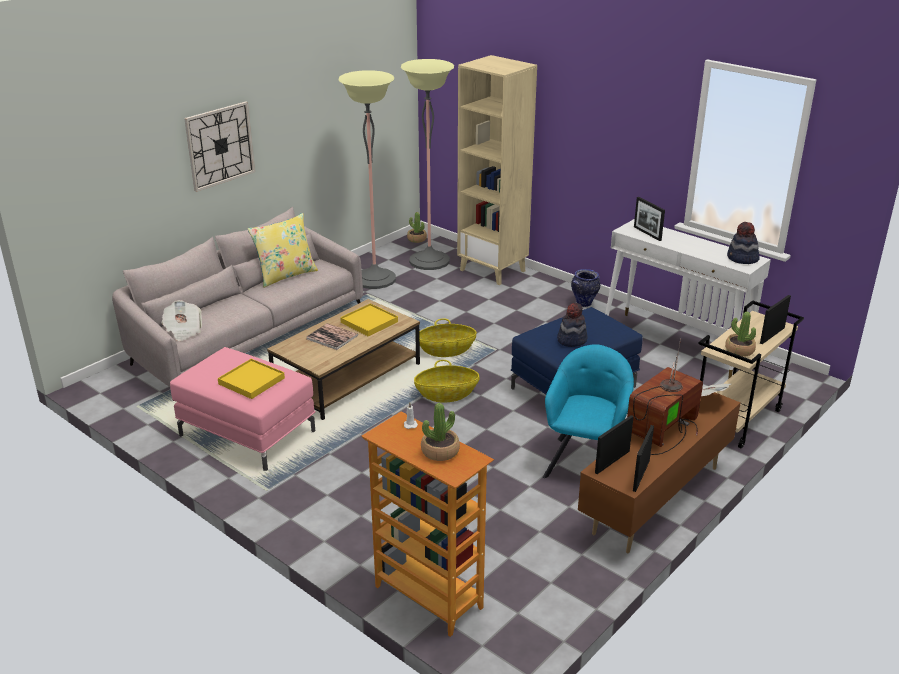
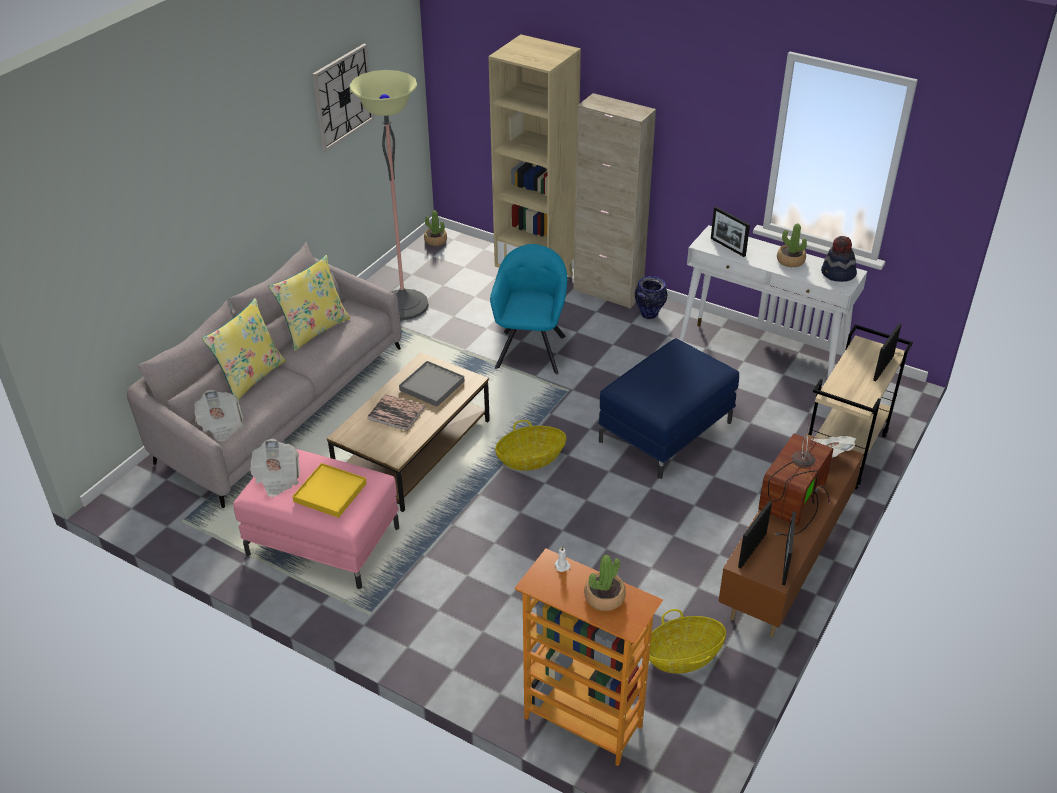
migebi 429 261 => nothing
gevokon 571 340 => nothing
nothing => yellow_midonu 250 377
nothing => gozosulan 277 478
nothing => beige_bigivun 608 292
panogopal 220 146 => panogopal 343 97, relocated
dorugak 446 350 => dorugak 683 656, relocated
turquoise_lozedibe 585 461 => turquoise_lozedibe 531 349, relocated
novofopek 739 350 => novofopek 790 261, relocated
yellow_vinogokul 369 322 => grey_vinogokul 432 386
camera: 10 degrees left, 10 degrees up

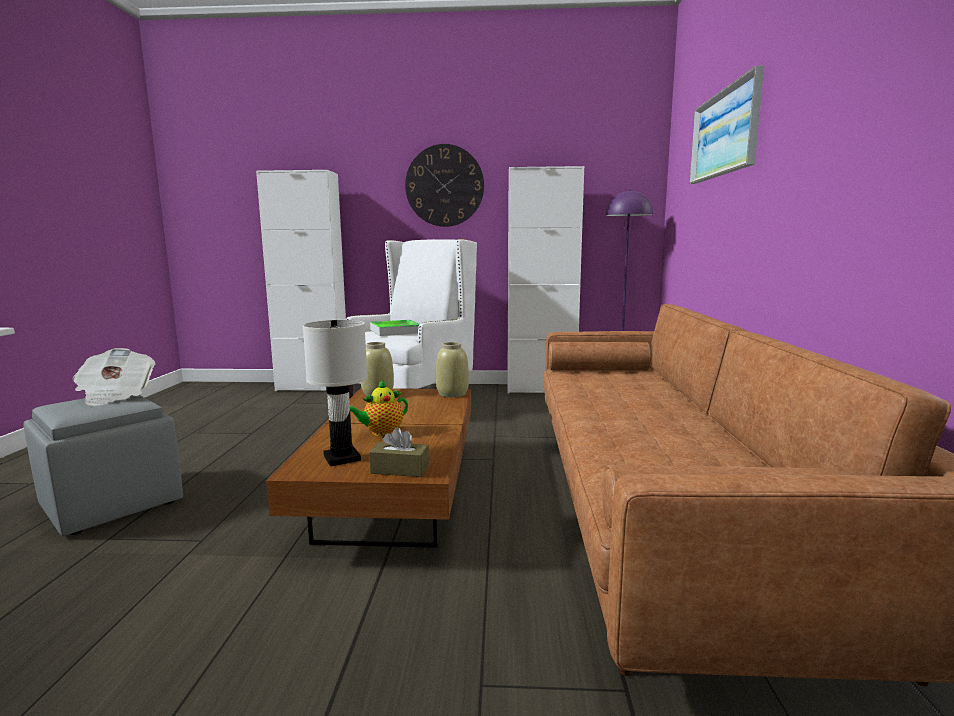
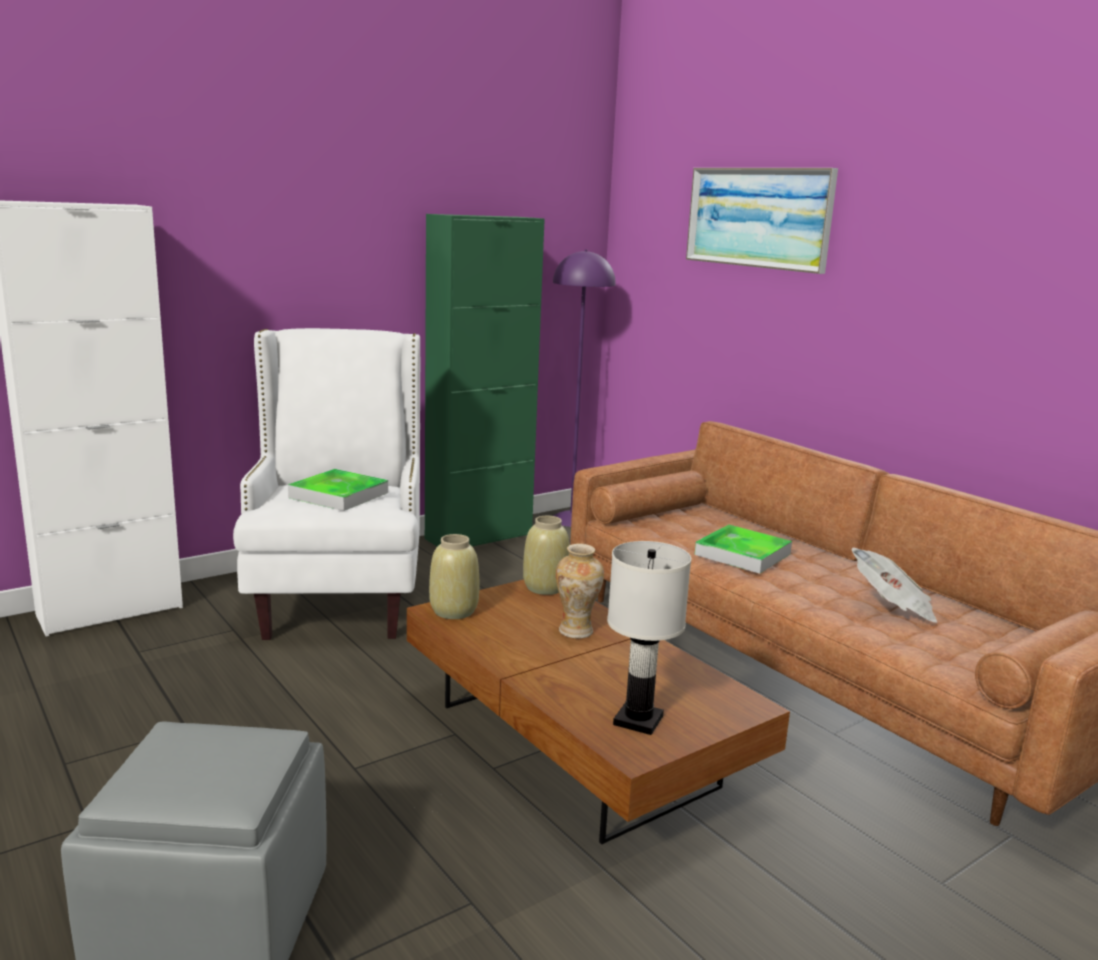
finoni 381 432 => nothing
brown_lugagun 400 469 => nothing
panogopal 444 186 => nothing
nothing => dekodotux 576 631
nothing => vinogokul 742 554
gozosulan 115 395 => gozosulan 892 607, relocated
white_bigivun 541 389 => green_bigivun 478 537
camera: 40 degrees left, 5 degrees up

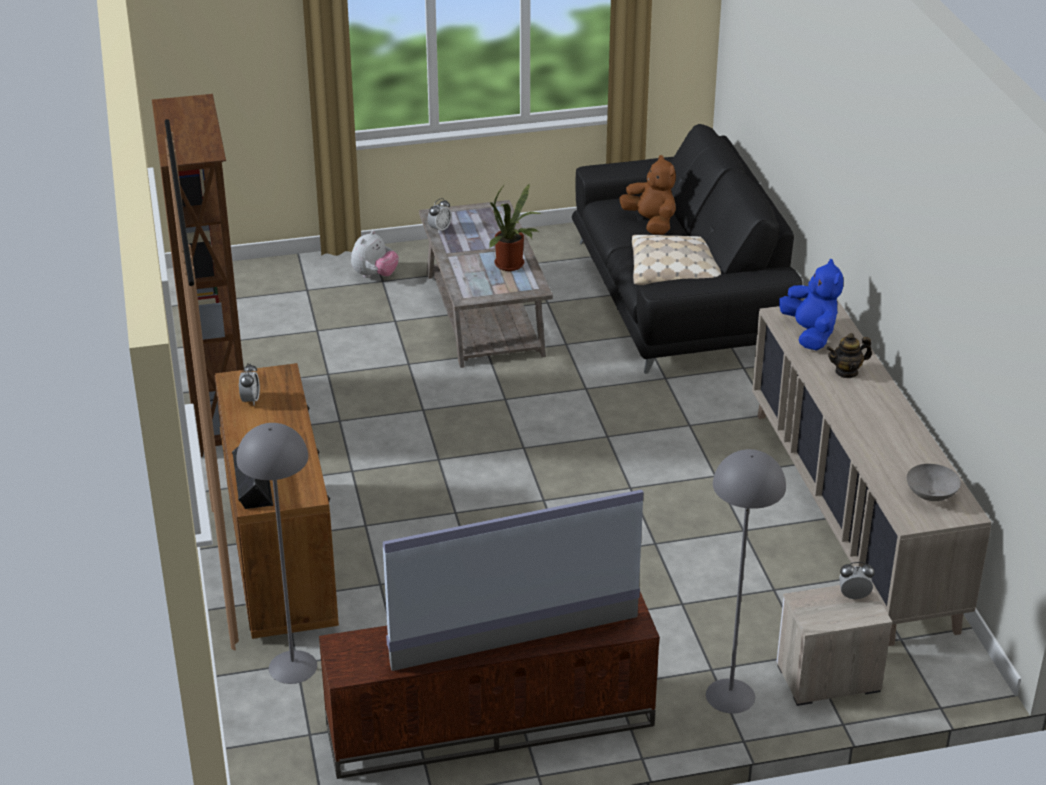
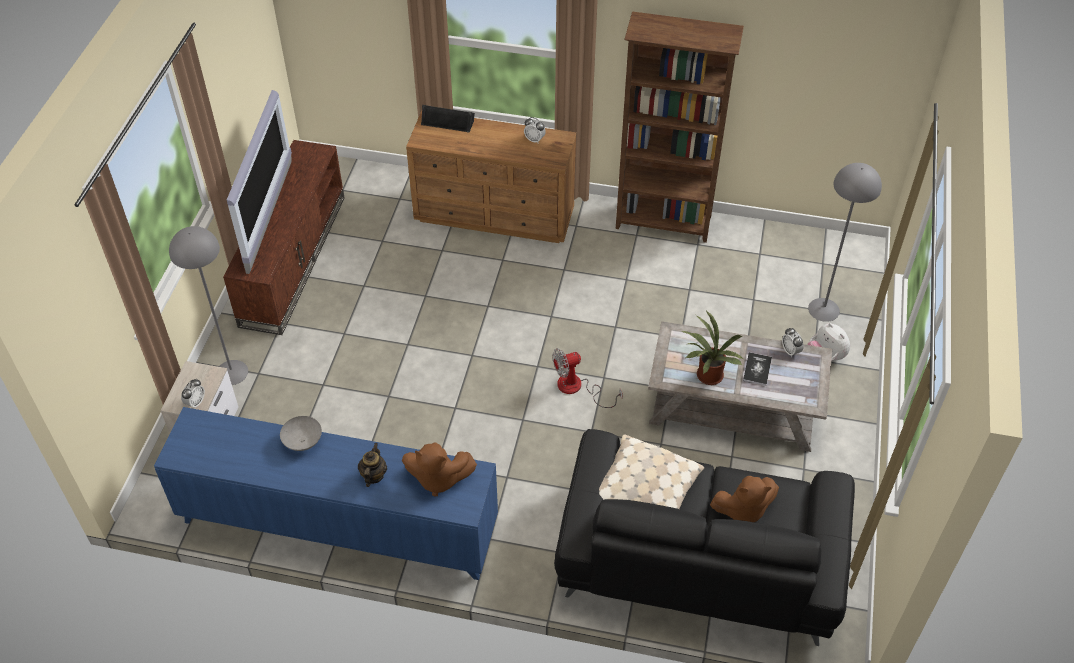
nothing => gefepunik 577 388
nothing => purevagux 757 369
grey_migebi 292 666 => grey_migebi 824 309, relocated
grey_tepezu 930 495 => grey_tepezu 303 441, relocated
beige_bigivun 852 516 => blue_bigivun 339 526
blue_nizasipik 810 334 => brown_nizasipik 438 479
camera: 115 degrees right, 15 degrees up

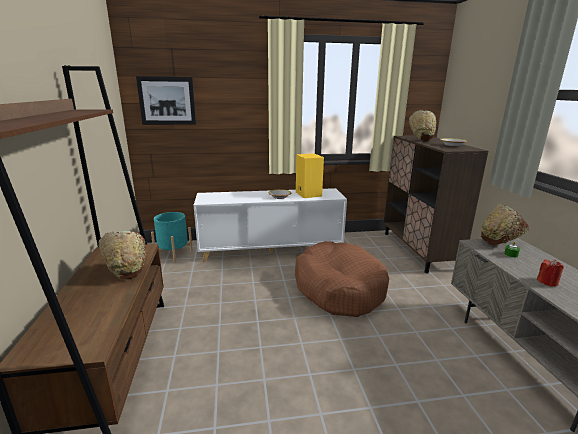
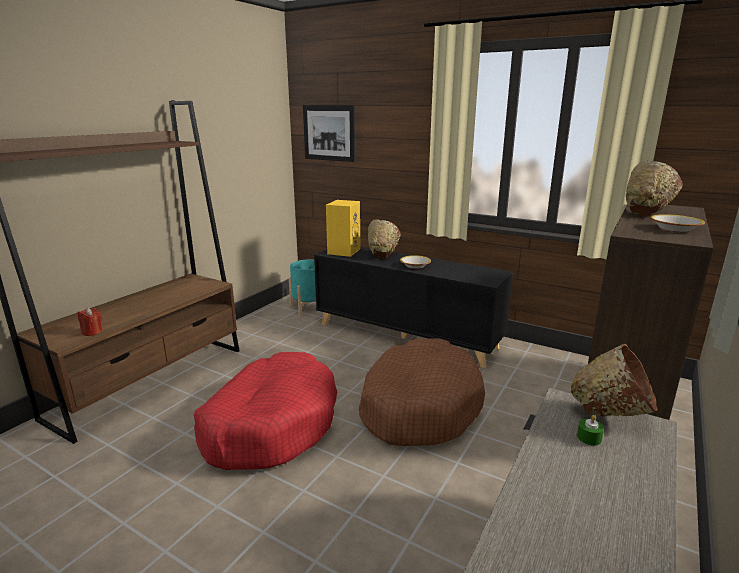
nothing => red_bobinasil 270 424
brown_tepezu 127 273 => brown_tepezu 382 255, relocated
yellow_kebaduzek 307 194 => yellow_kebaduzek 343 251, relocated
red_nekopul 547 282 => red_nekopul 92 332, relocated
white_bigivun 271 250 => black_bigivun 406 335
camera: 40 degrees right, 0 degrees up

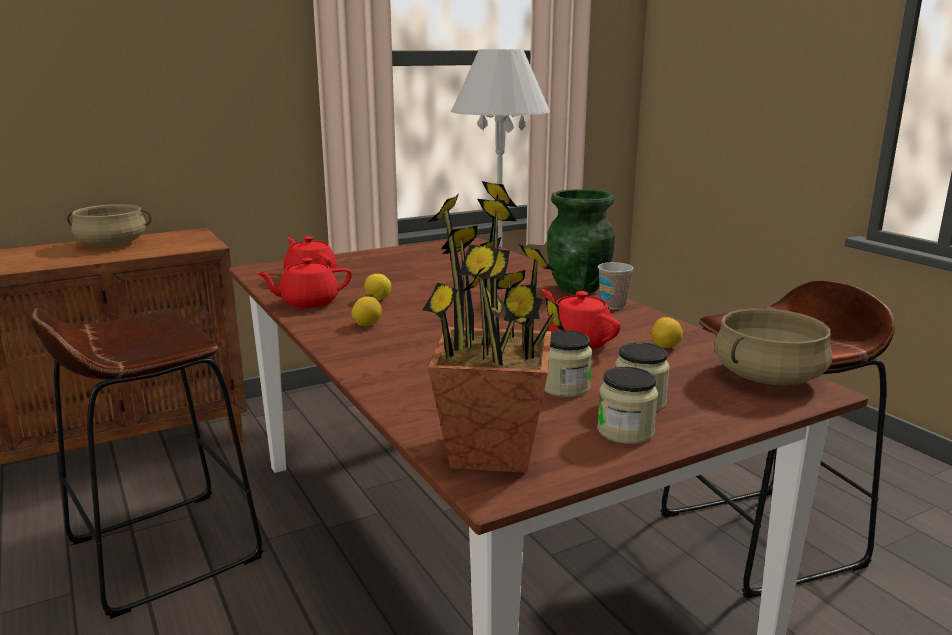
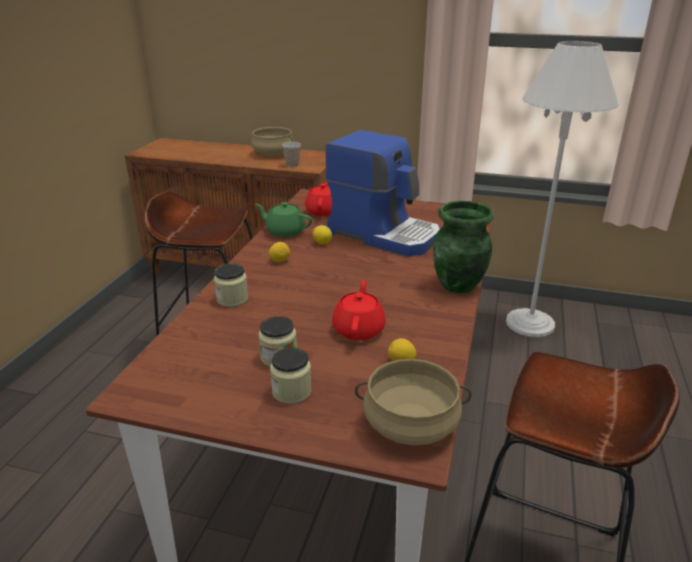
novofopek 493 451 => nothing
nothing => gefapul 384 234
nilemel 625 431 => nilemel 232 299, relocated
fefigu 613 306 => fefigu 292 165, relocated
red_finoni 308 302 => green_finoni 285 231
camera: 45 degrees right, 10 degrees up

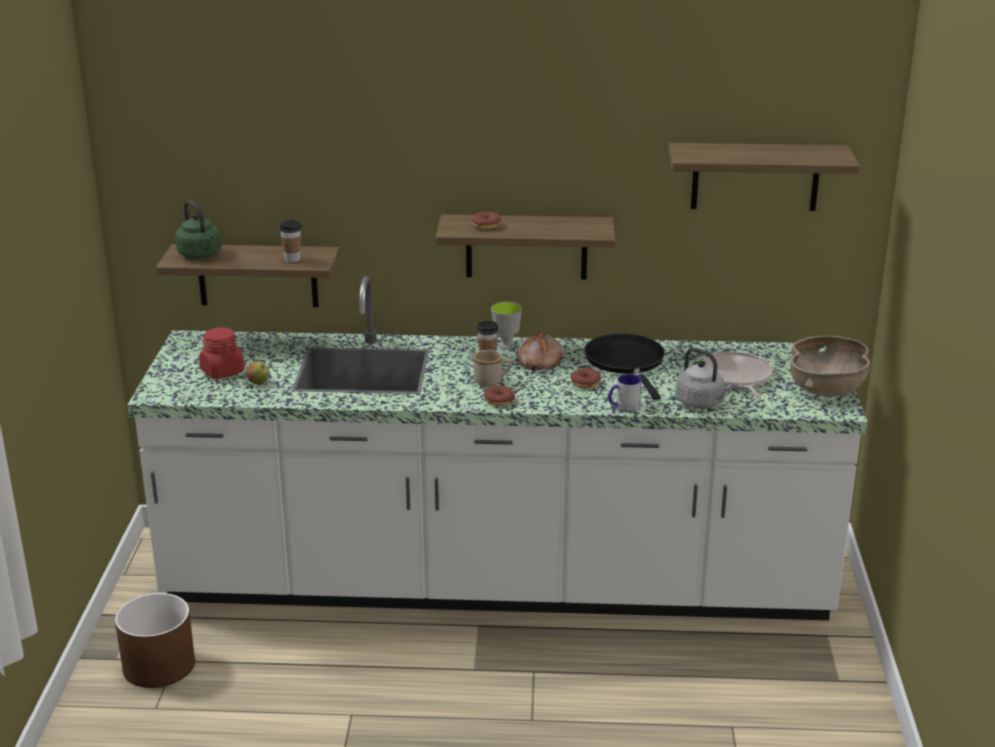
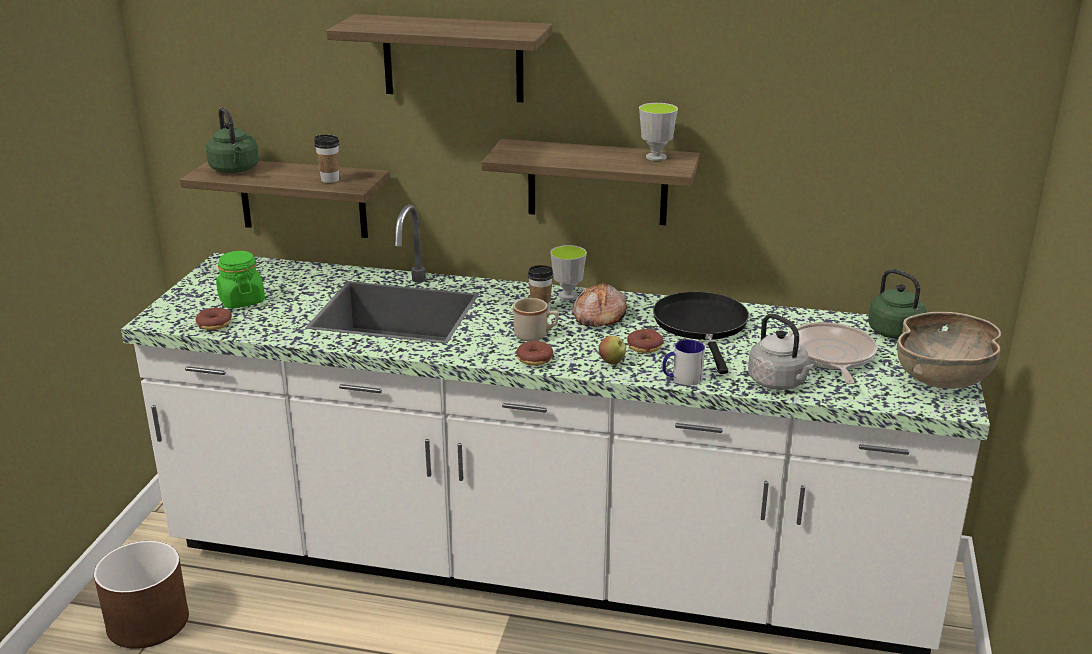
nothing => fefigu 656 157
nothing => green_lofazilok 897 333
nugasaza 258 383 => nugasaza 612 362, relocated
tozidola 485 225 => tozidola 214 324, relocated
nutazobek 755 176 => nutazobek 453 58, relocated
red_nilemel 222 371 => green_nilemel 241 300
camera: 10 degrees right, 0 degrees up

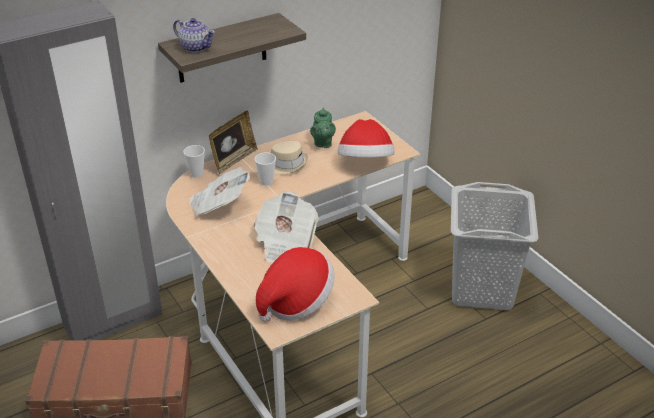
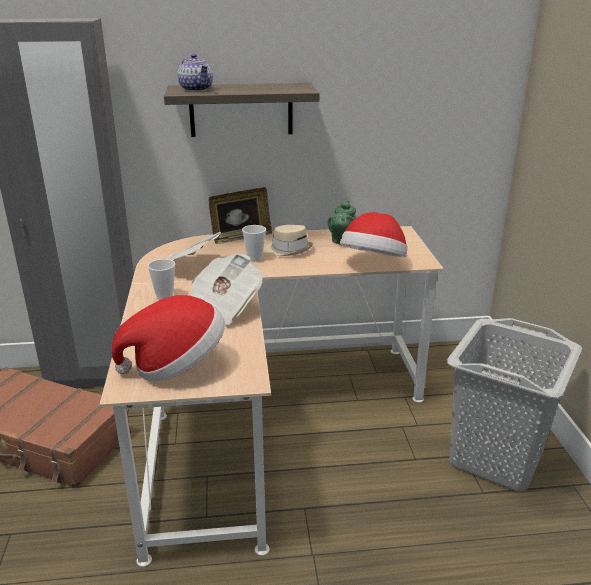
fefigu 196 174 => fefigu 164 297, relocated
camera: 25 degrees right, 10 degrees down

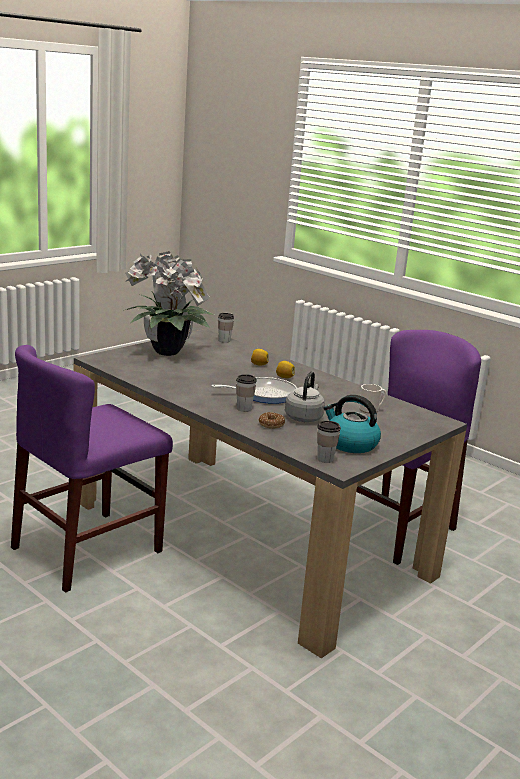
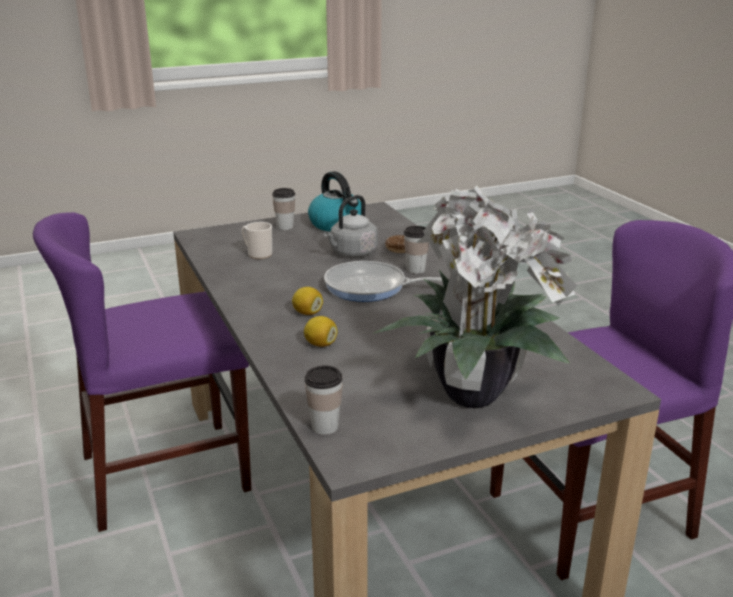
fefigu 325 459 => fefigu 285 227, relocated
camera: 155 degrees left, 5 degrees up

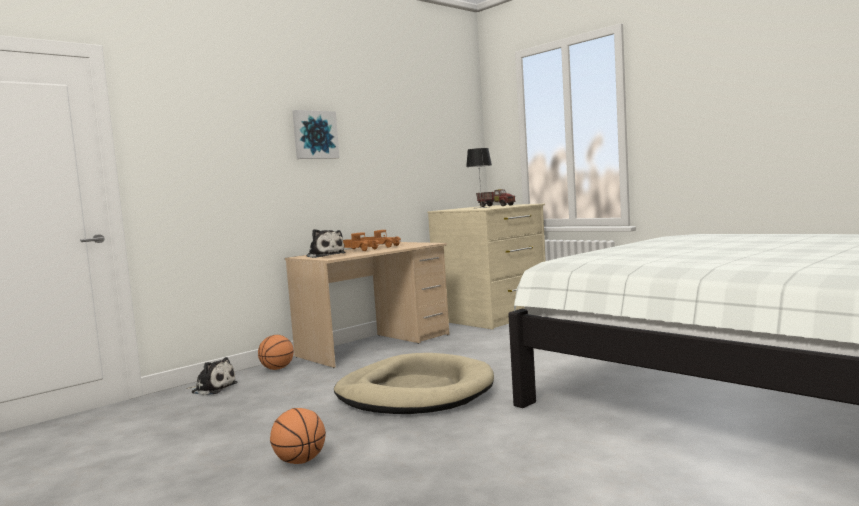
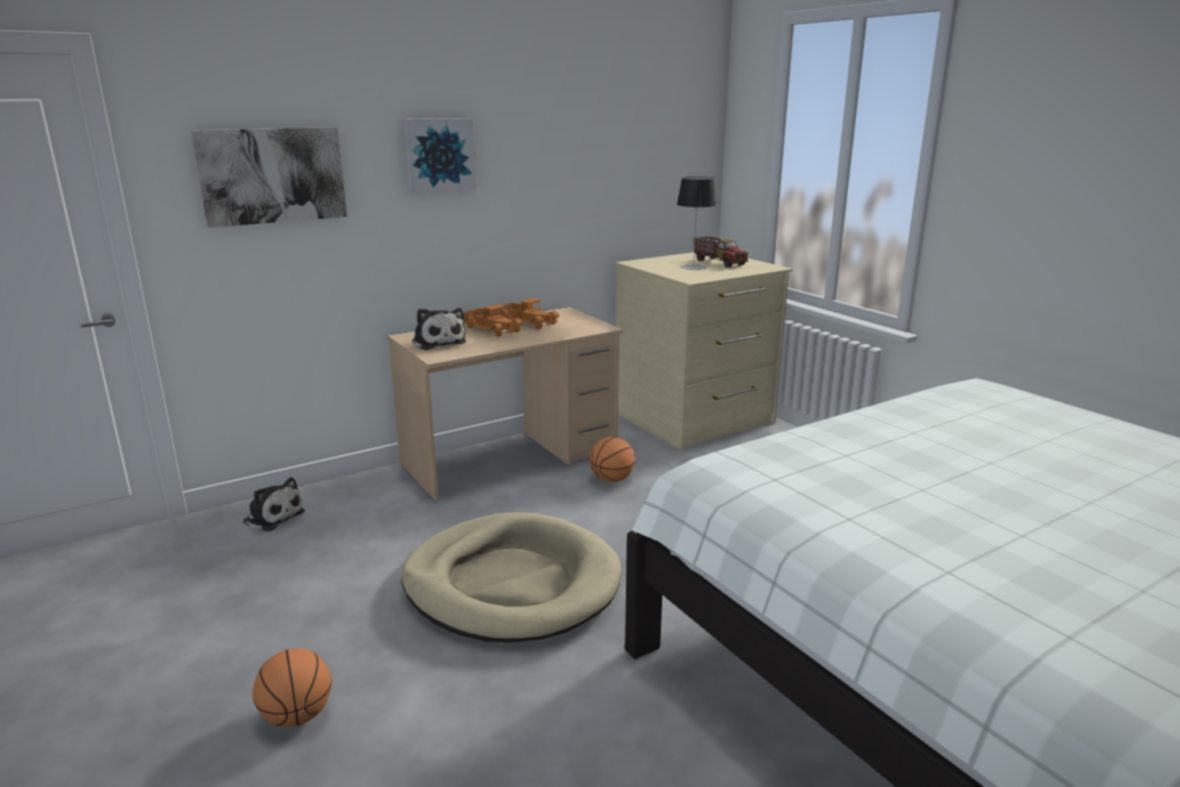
nothing => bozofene 272 175
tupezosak 277 369 => tupezosak 612 479, relocated
camera: 10 degrees right, 15 degrees up

